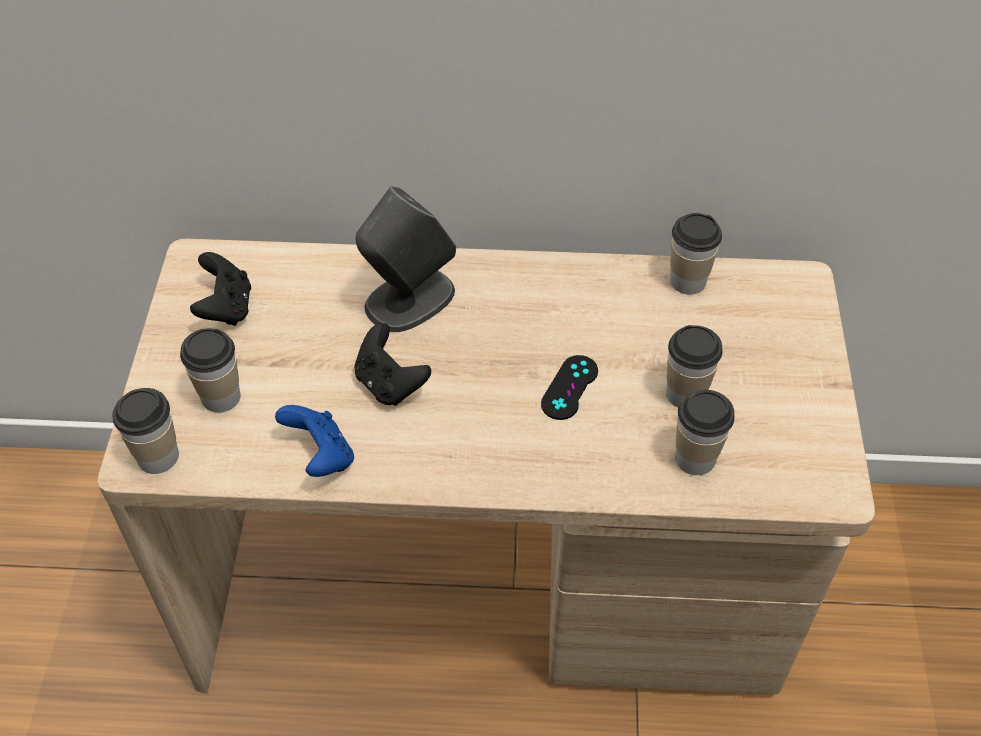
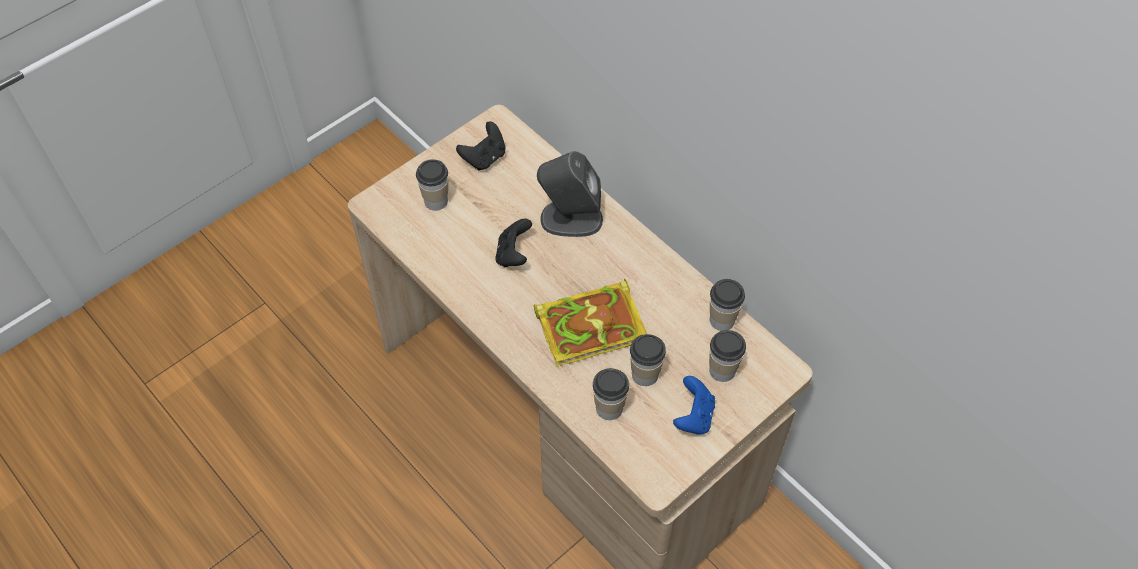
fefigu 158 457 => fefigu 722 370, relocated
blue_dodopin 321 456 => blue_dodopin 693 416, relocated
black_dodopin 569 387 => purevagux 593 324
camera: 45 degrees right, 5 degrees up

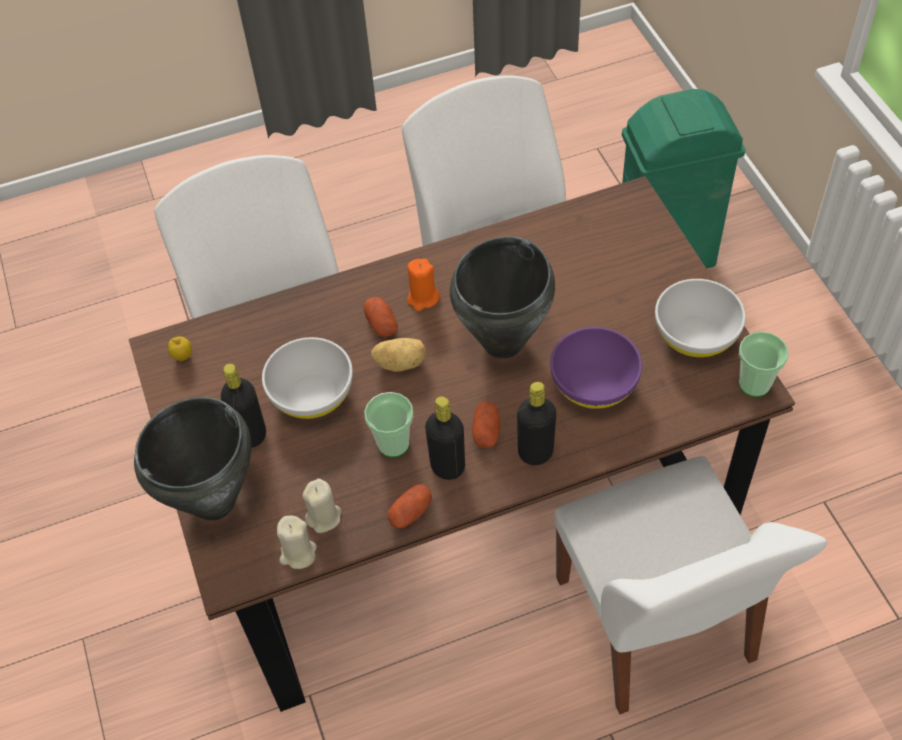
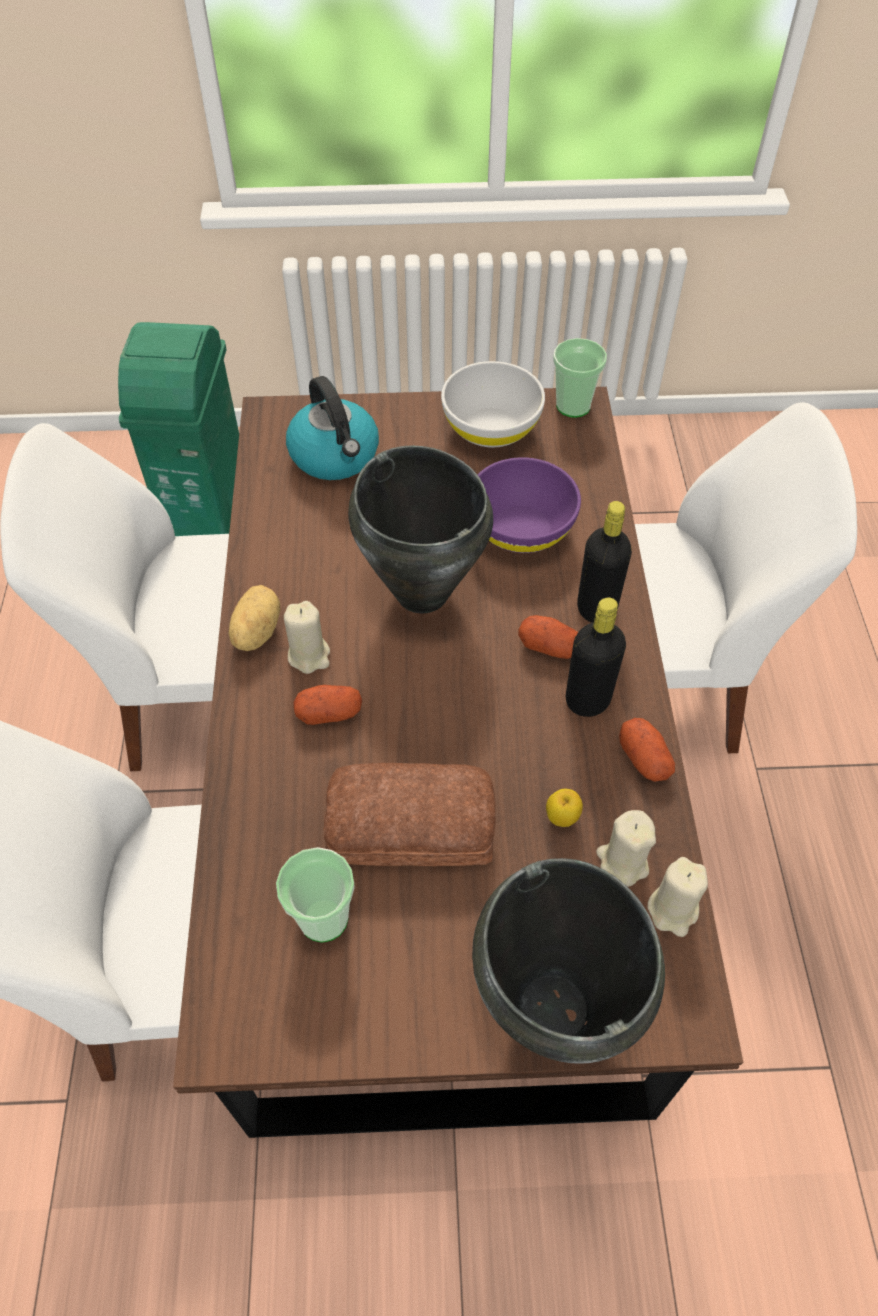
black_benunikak 251 434 => nothing
nothing => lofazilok 335 456
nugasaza 183 357 => nugasaza 562 818, relocated
fefigu 393 443 => fefigu 323 918, relocated
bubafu 400 362 => bubafu 255 632, relocated
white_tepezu 312 395 => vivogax 412 828
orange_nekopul 423 298 => beige_nekopul 309 655
camera: 75 degrees left, 0 degrees up

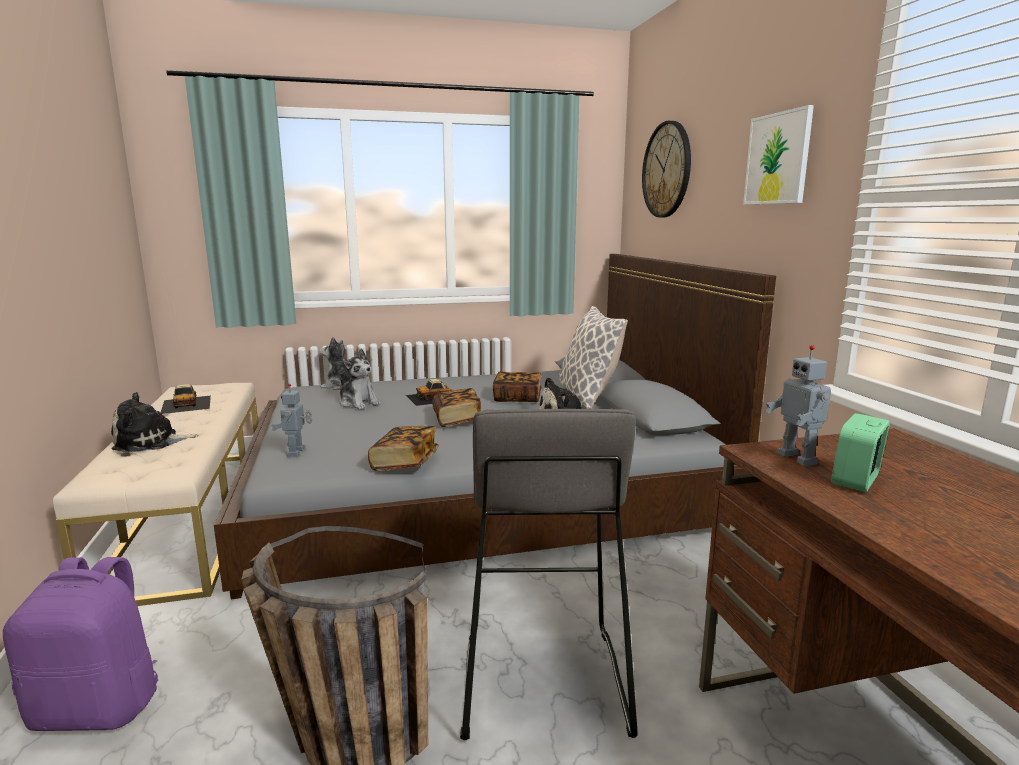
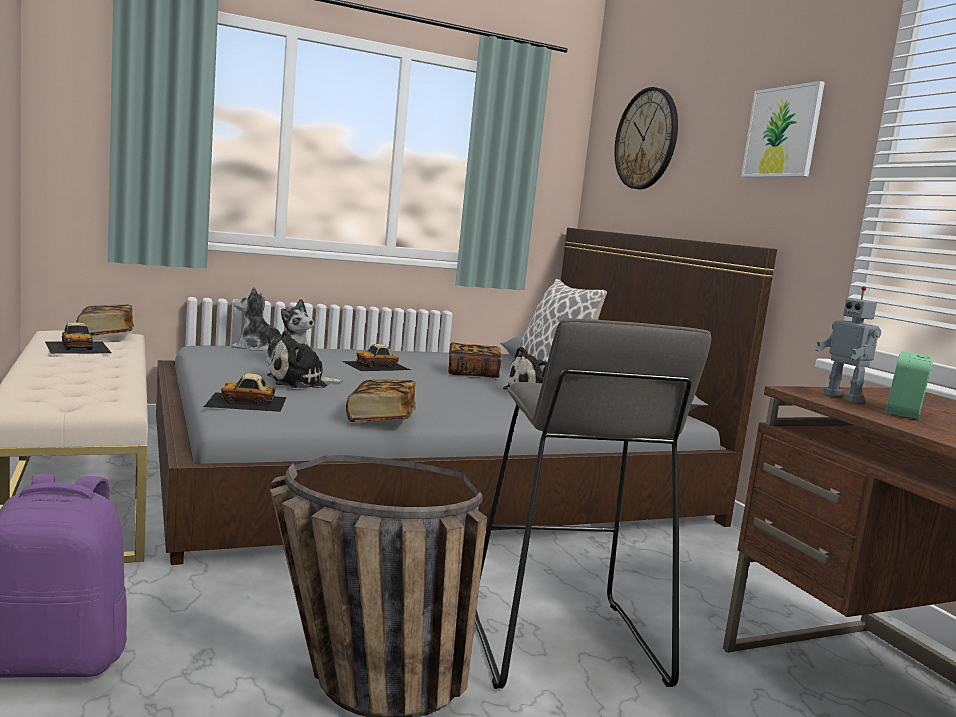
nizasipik 150 442 => nizasipik 301 382, relocated
purevagux 457 420 => purevagux 105 335, relocated
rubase 297 452 => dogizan 247 402
camera: 10 degrees left, 5 degrees down

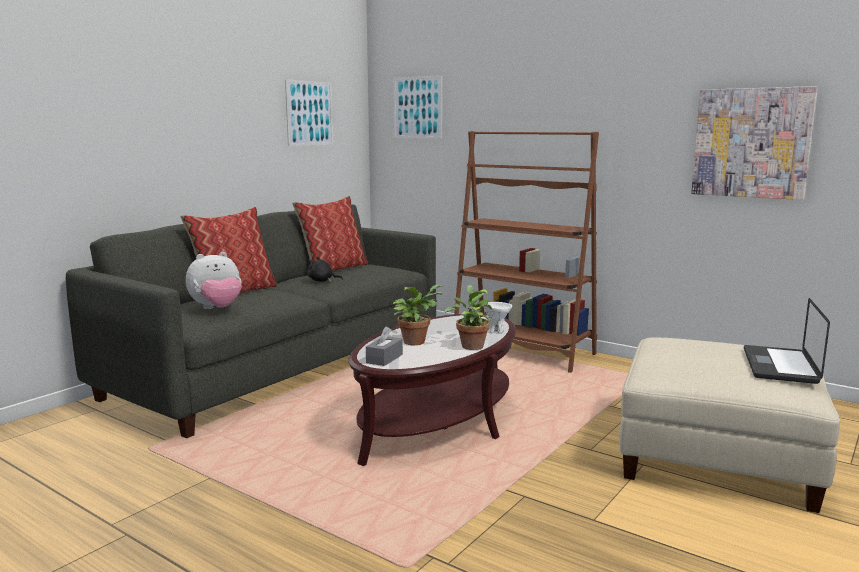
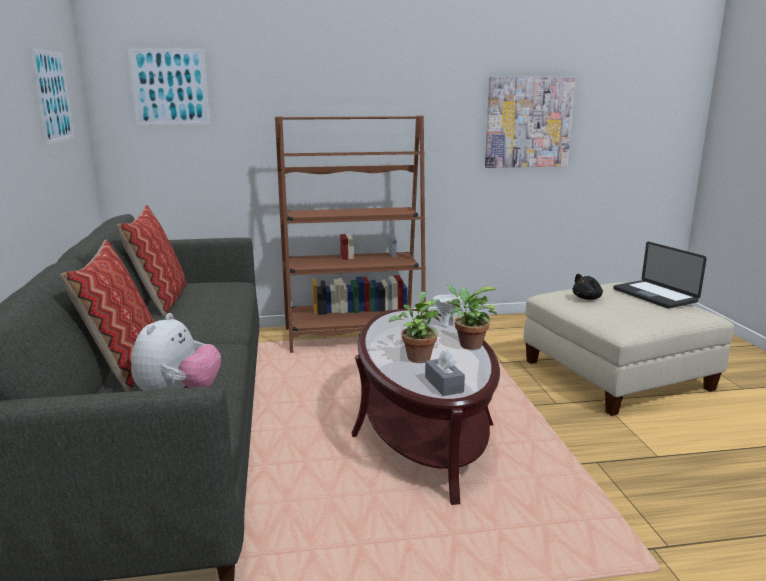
black_nizasipik 322 281 => black_nizasipik 588 298, relocated
camera: 45 degrees left, 5 degrees up

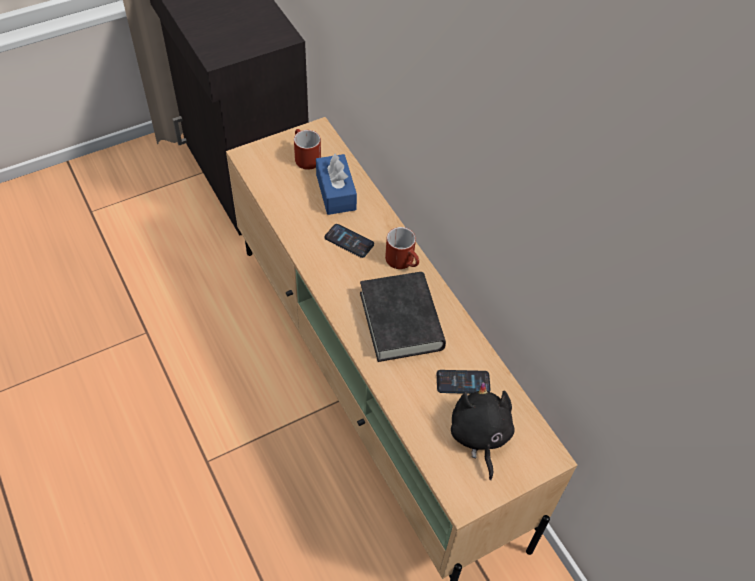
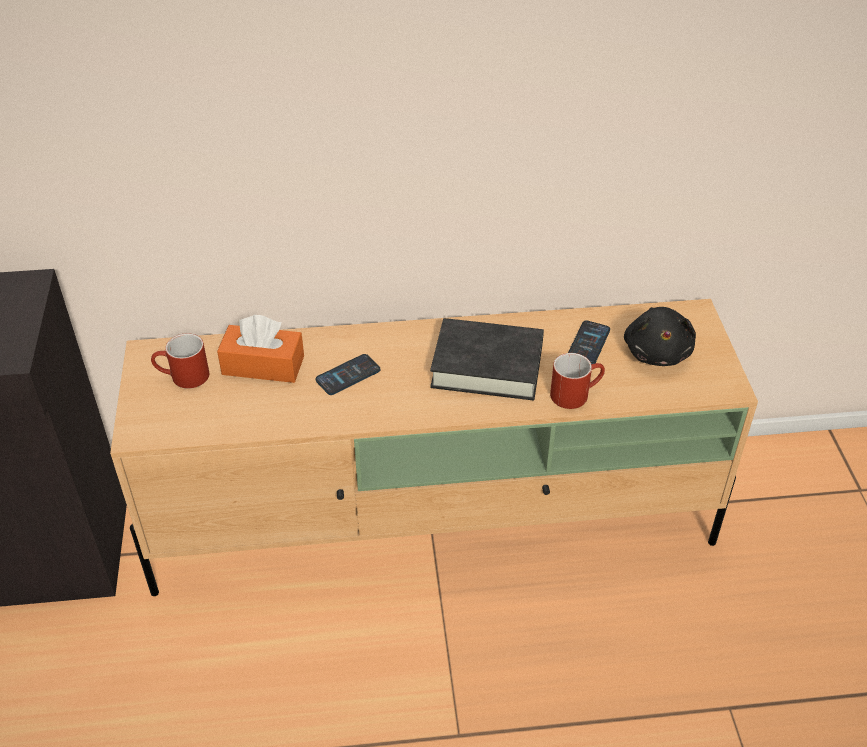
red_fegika 404 261 => red_fegika 575 393, relocated
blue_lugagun 336 192 => orange_lugagun 263 365
black_nizasipik 479 436 => black_nizasipik 657 351, 105 degrees counterclockwise
camera: 65 degrees left, 10 degrees down

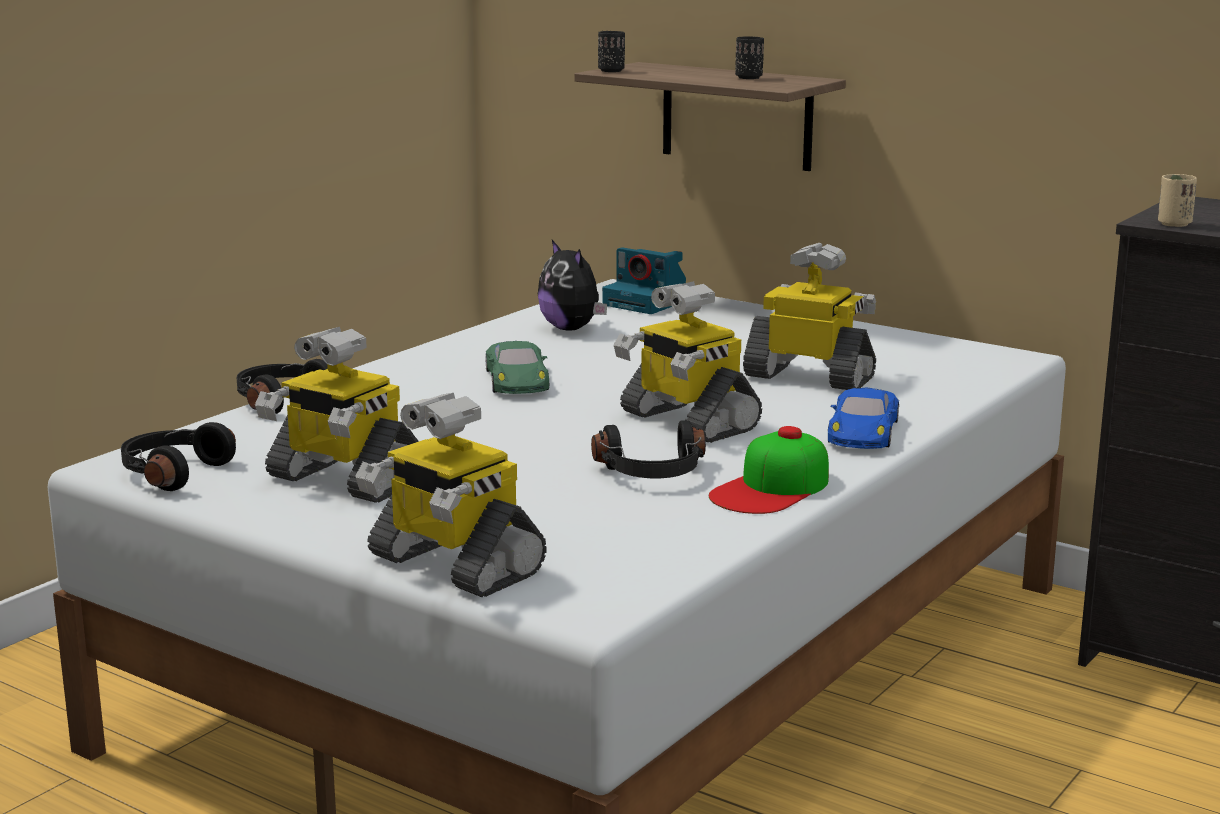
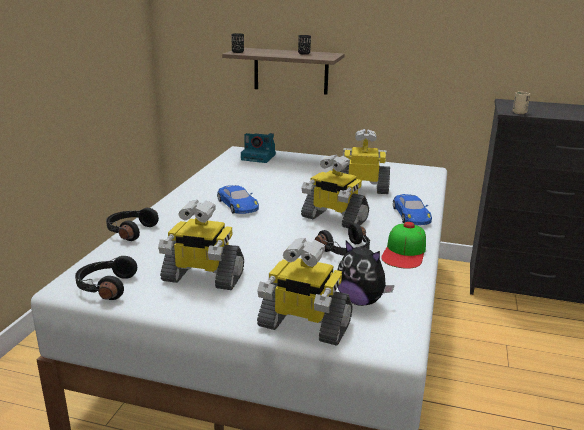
nizasipik 572 328 => nizasipik 360 301, relocated
green_dogizan 517 380 => blue_dogizan 237 205
camera: 20 degrees left, 5 degrees up

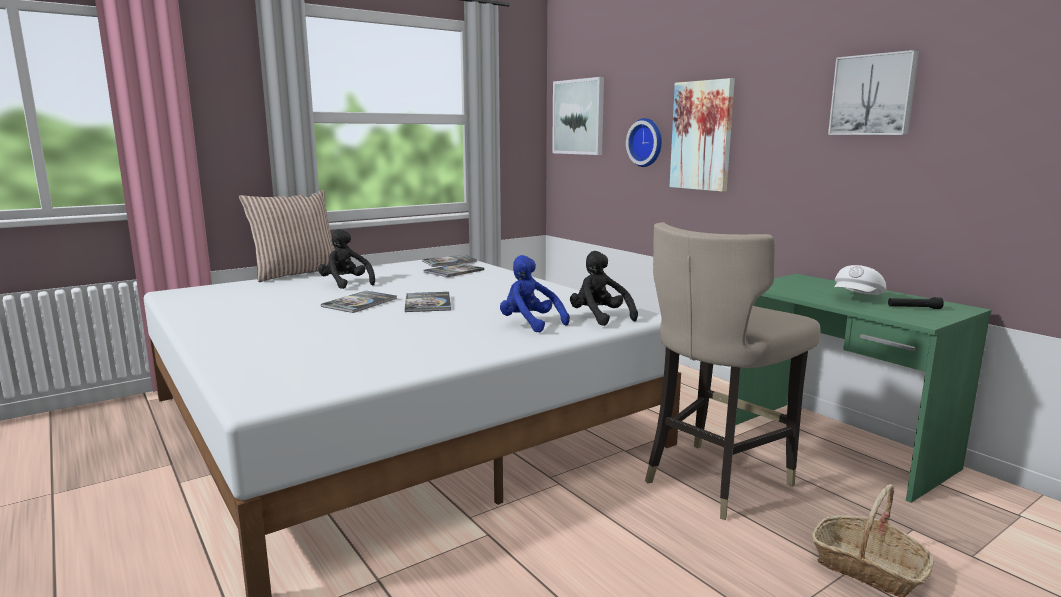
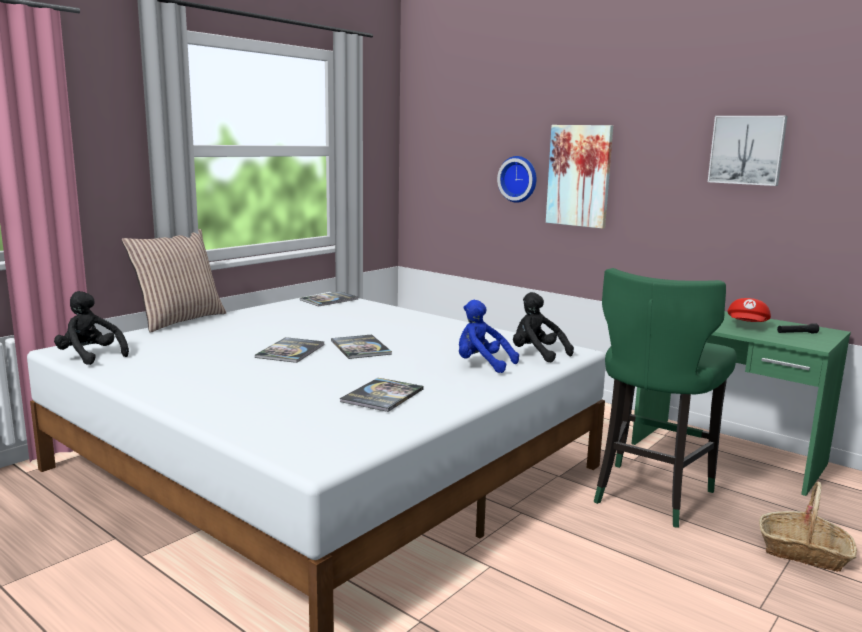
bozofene 579 117 => nothing
black_nizasipik 346 284 => black_nizasipik 90 357, relocated
purevagux 454 271 => purevagux 382 396, relocated
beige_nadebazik 715 479 => green_nadebazik 650 494
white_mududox 857 298 => red_mududox 747 326
camera: 15 degrees left, 0 degrees up

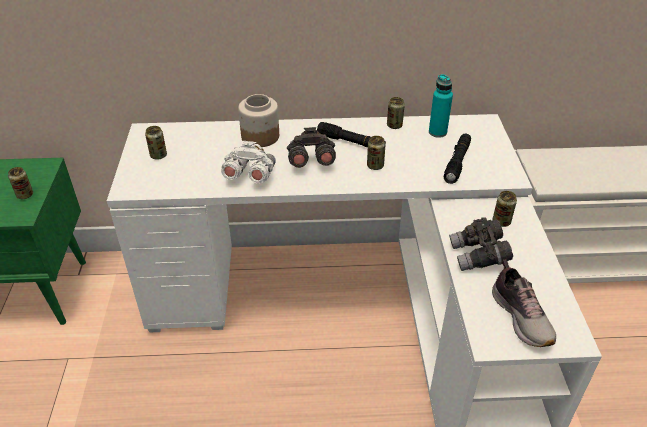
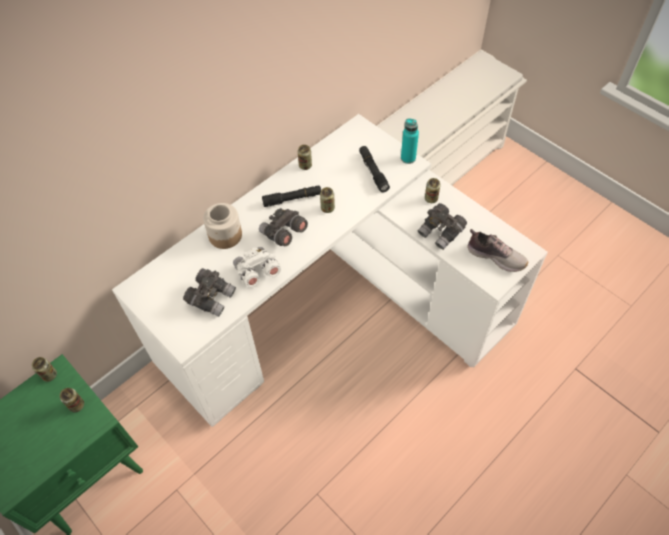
nothing => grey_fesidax 211 297
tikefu 158 155 => tikefu 49 375, relocated
turquoise_benunikak 437 132 => turquoise_benunikak 408 158, relocated
camera: 40 degrees left, 15 degrees up

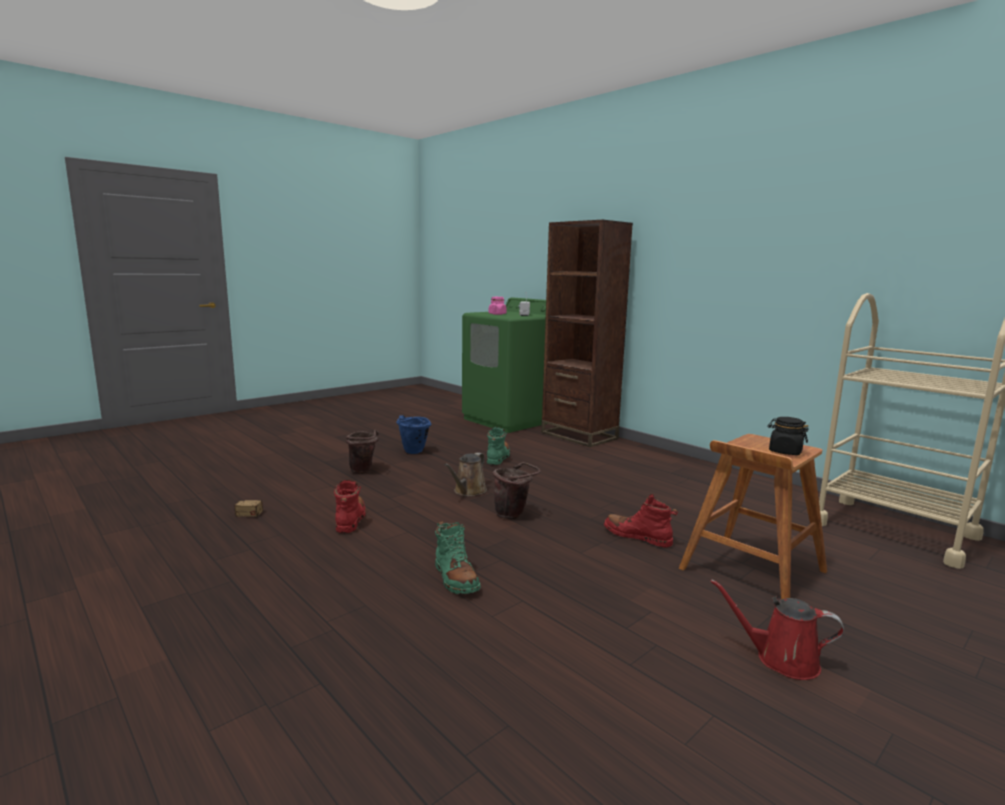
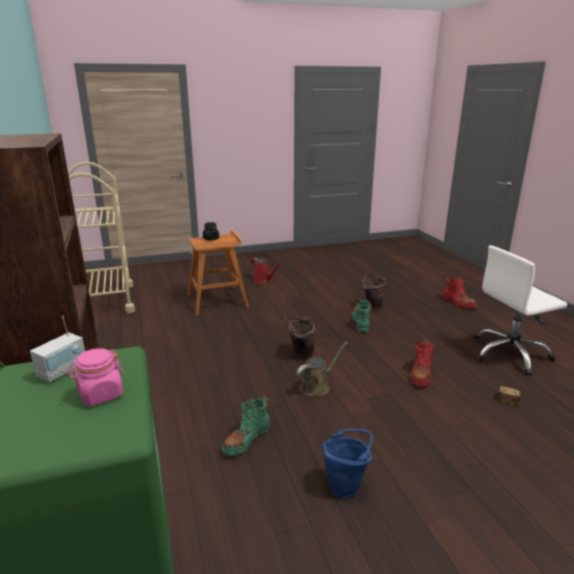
nothing => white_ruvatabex 509 354
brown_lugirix 364 471 => brown_lugirix 372 306, relocated
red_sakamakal 637 537 => red_sakamakal 458 303, relocated
camera: 155 degrees left, 10 degrees up

